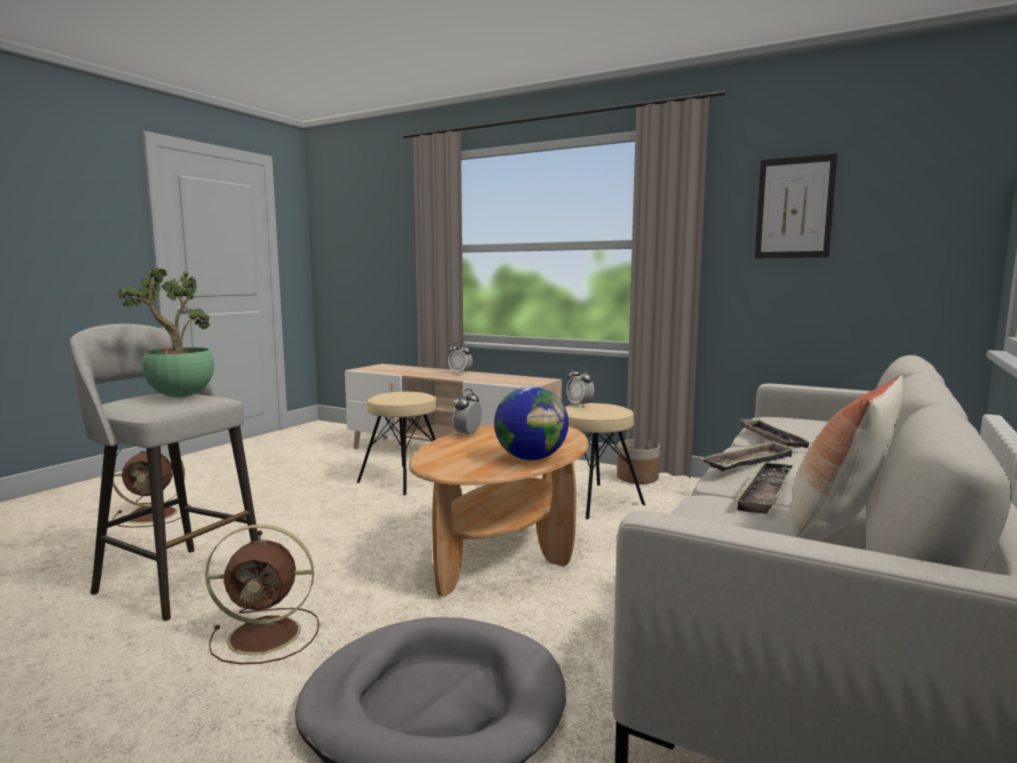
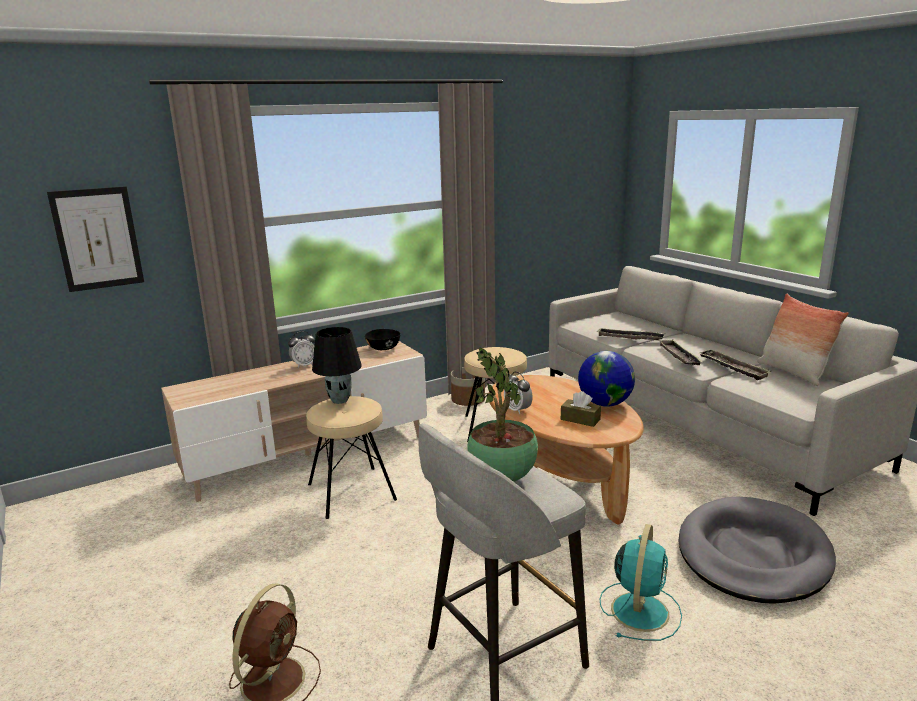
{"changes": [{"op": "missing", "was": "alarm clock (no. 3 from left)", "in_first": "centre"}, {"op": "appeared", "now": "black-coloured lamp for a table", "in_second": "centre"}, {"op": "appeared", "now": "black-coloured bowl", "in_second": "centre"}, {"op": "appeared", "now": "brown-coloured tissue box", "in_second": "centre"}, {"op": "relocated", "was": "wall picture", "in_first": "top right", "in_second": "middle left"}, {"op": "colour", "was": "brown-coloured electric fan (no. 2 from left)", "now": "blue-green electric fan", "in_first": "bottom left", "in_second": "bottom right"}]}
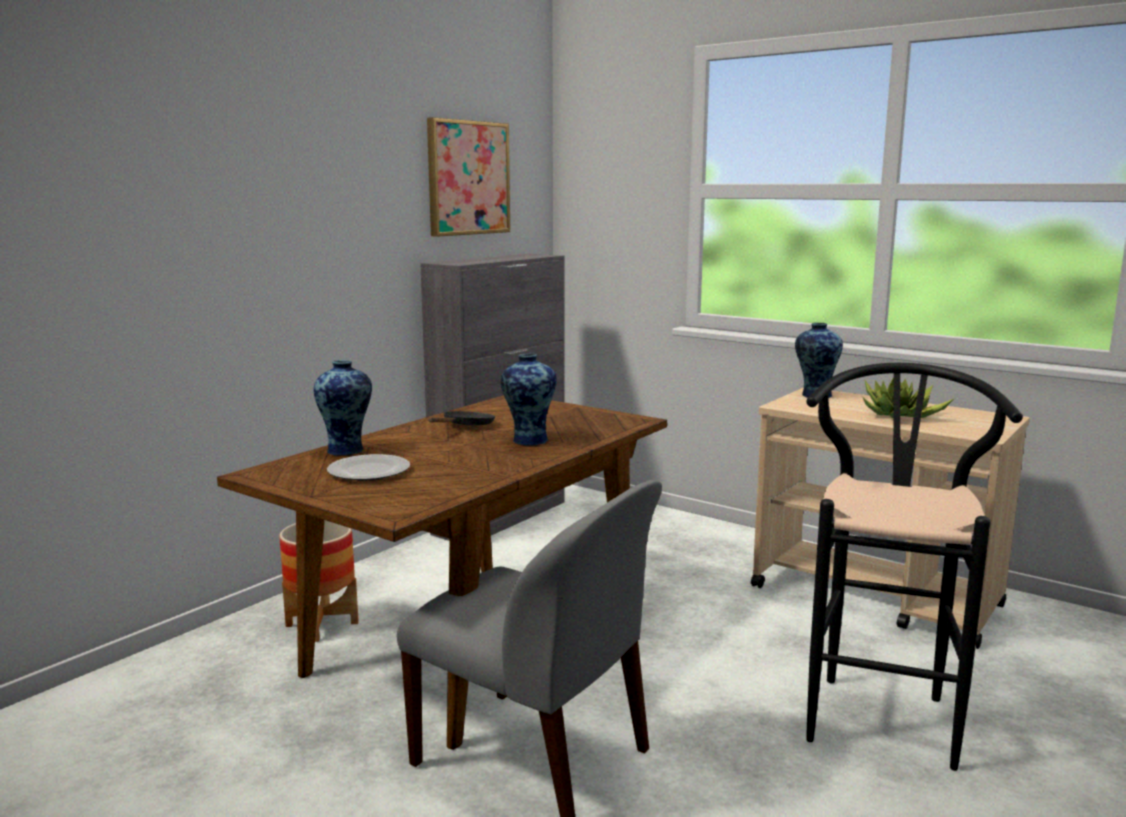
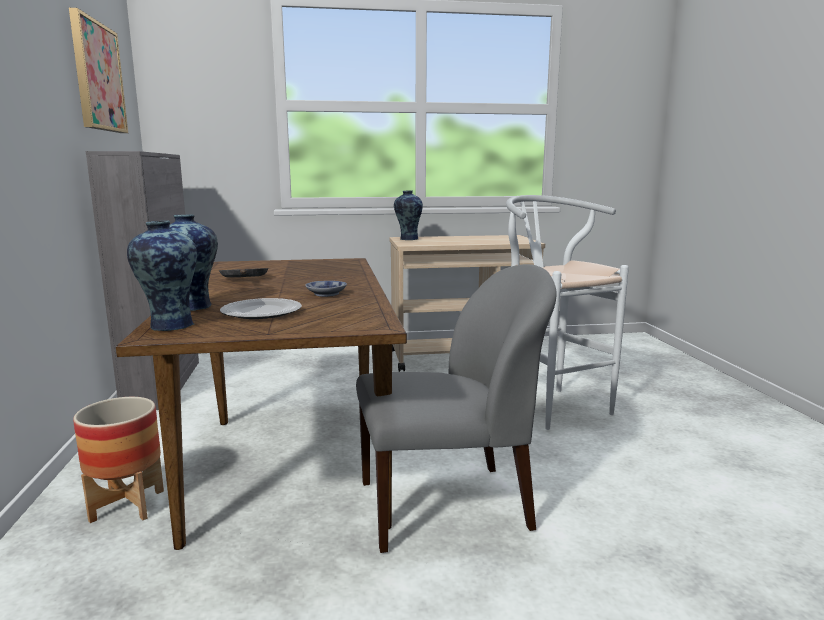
{"changes": [{"op": "missing", "was": "houseplant", "in_first": "middle right"}, {"op": "appeared", "now": "bowl", "in_second": "centre"}, {"op": "relocated", "was": "flower vase (no. 2 from left in the first image)", "now": "flower vase (no. 1 from left)", "in_first": "centre", "in_second": "middle left"}, {"op": "colour", "was": "black-coloured stool", "now": "whitish stool", "in_first": "bottom right", "in_second": "middle right"}]}
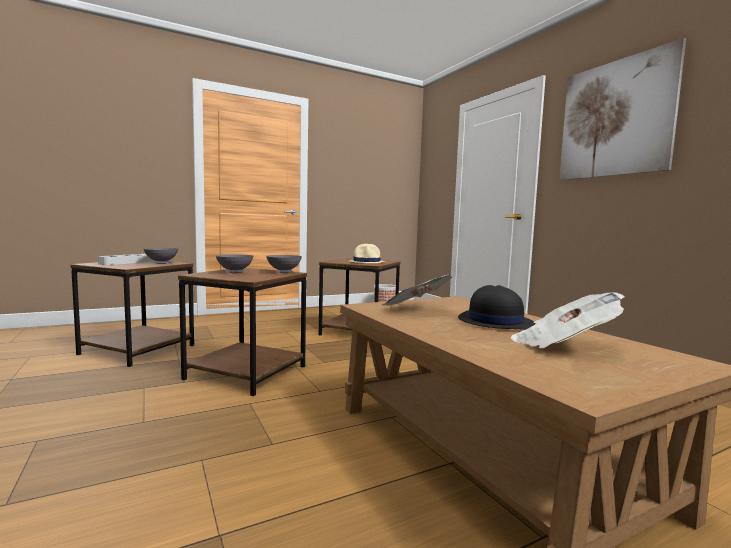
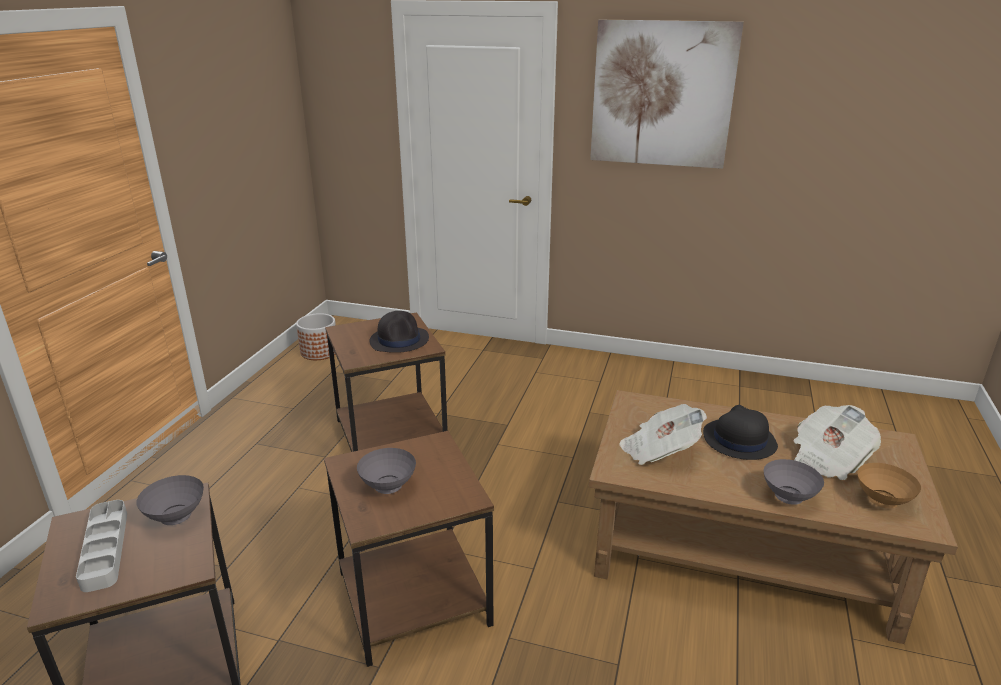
{"changes": [{"op": "appeared", "now": "brown-coloured bowl", "in_second": "bottom right"}, {"op": "relocated", "was": "gray bowl (no. 3 from left)", "in_first": "centre", "in_second": "bottom right"}, {"op": "colour", "was": "beige-coloured clothing hat", "now": "black-coloured clothing hat (no. 1 from left)", "in_first": "centre", "in_second": "centre"}]}
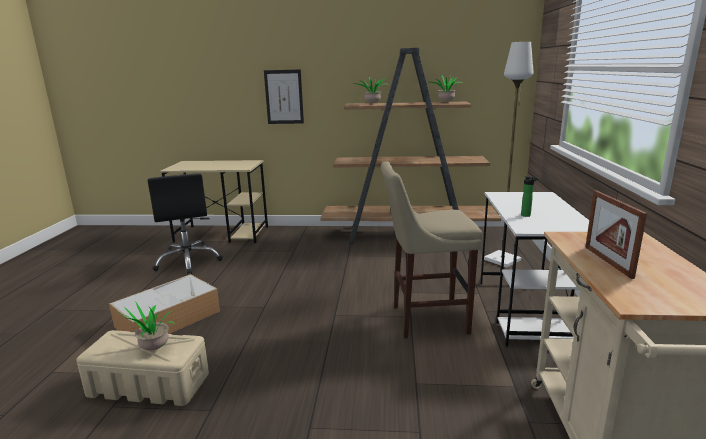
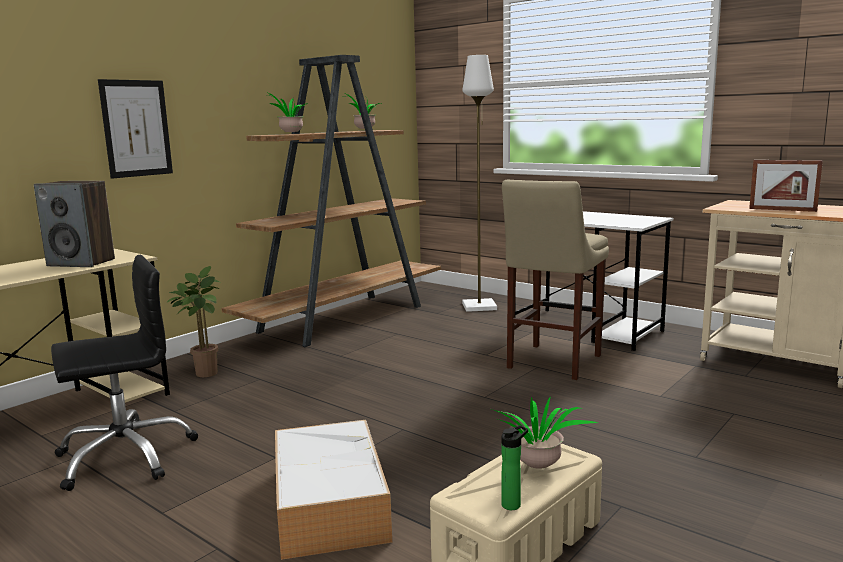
{"changes": [{"op": "appeared", "now": "speaker", "in_second": "middle left"}, {"op": "appeared", "now": "houseplant (no. 1 from left)", "in_second": "middle left"}, {"op": "relocated", "was": "drink bottle", "in_first": "middle right", "in_second": "bottom centre"}, {"op": "spun", "was": "black-coloured office chair", "in_first": "middle left", "in_second": "middle left", "clockwise": -45}]}
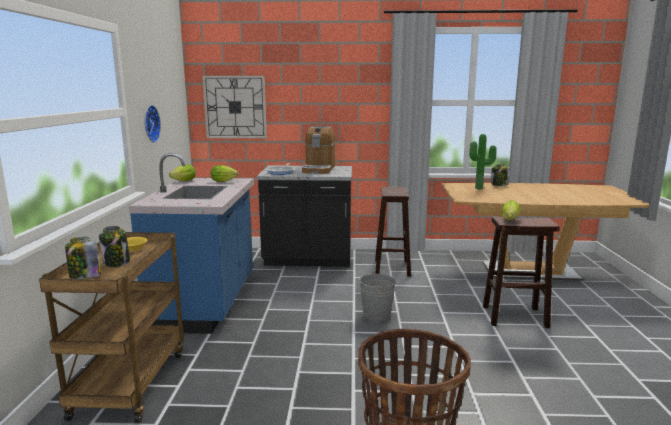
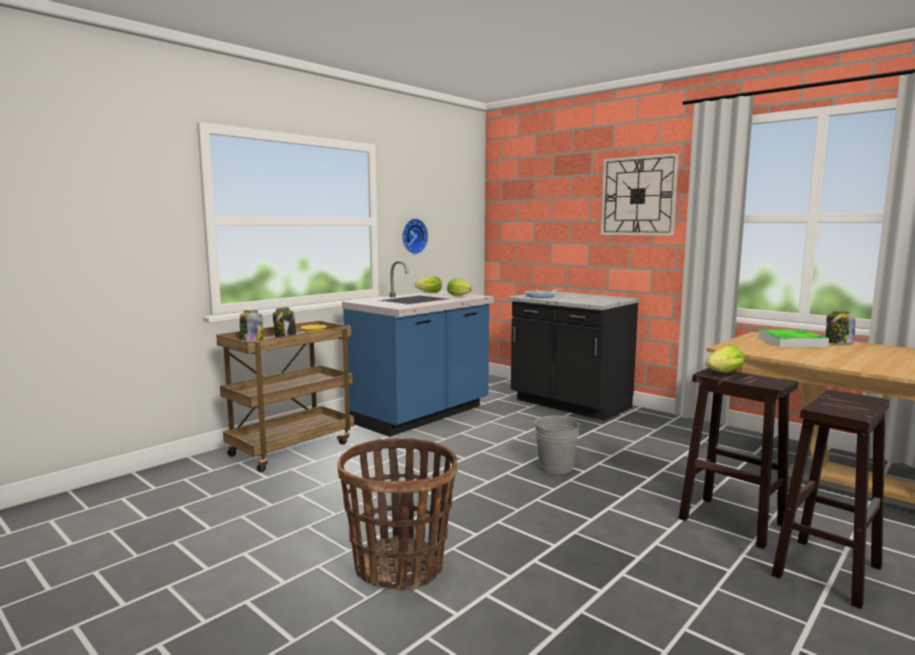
{"changes": [{"op": "missing", "was": "coffee brewer", "in_first": "centre"}, {"op": "relocated", "was": "clock on the wall (no. 2 from left)", "in_first": "top centre", "in_second": "top right"}, {"op": "relocated", "was": "brown-coloured stool (no. 1 from left in the first image)", "now": "brown-coloured stool (no. 2 from left)", "in_first": "centre", "in_second": "bottom right"}, {"op": "exchanged", "was": "houseplant", "now": "tray", "in_first": "middle right", "in_second": "middle right"}]}
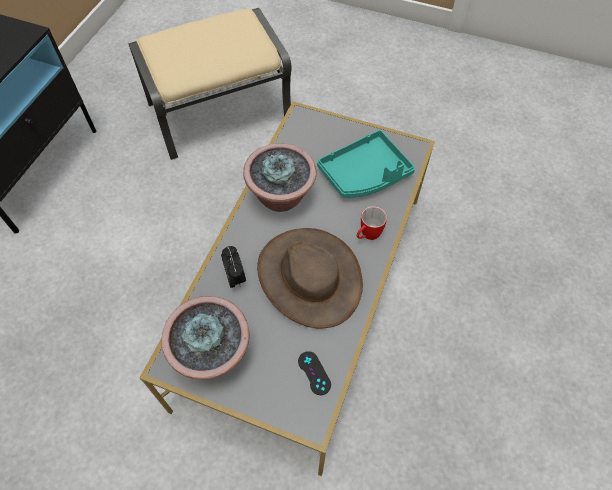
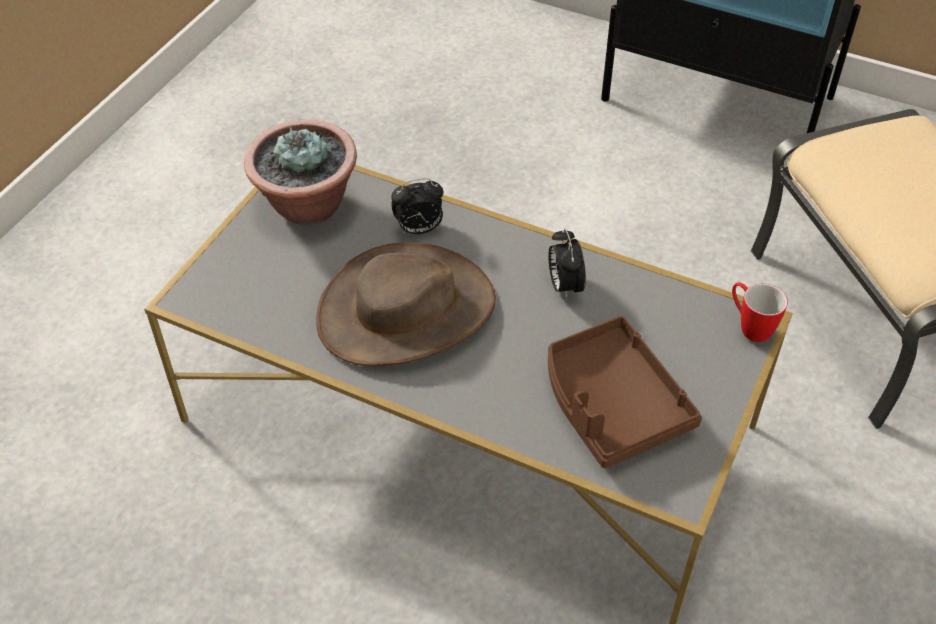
{"changes": [{"op": "missing", "was": "black-coloured joypad", "in_first": "bottom centre"}, {"op": "relocated", "was": "coffee mug", "in_first": "centre", "in_second": "middle right"}, {"op": "exchanged", "was": "houseplant (no. 2 from left)", "now": "alarm clock (no. 2 from left)", "in_first": "centre", "in_second": "centre"}, {"op": "colour", "was": "blue-green tray", "now": "brown-coloured tray", "in_first": "centre", "in_second": "middle right"}]}
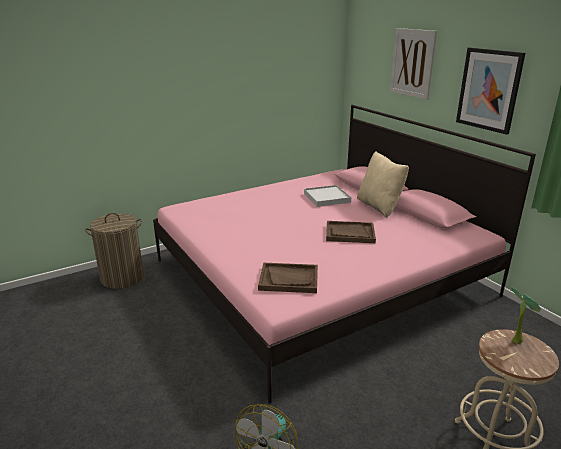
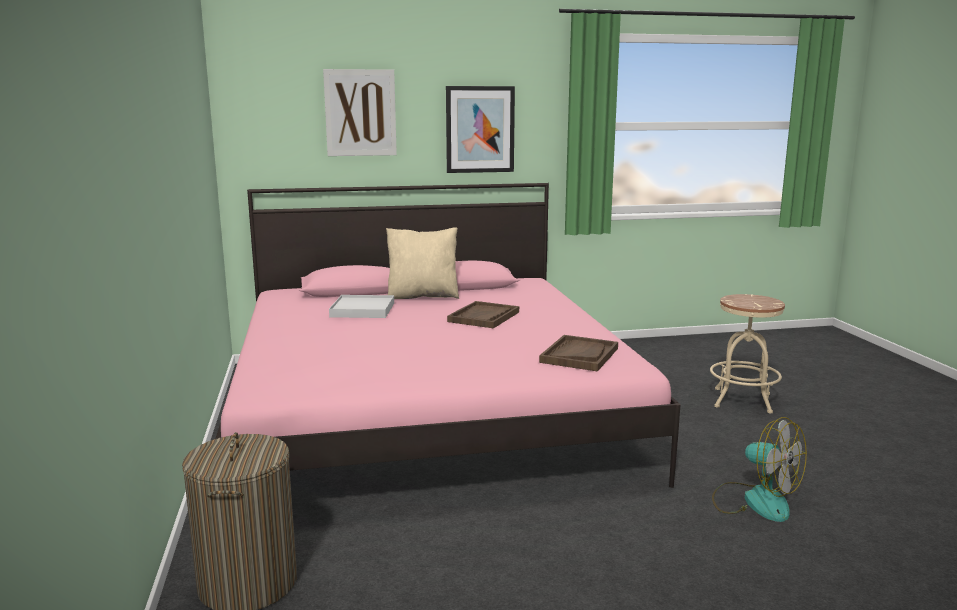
{"changes": [{"op": "missing", "was": "houseplant", "in_first": "bottom right"}]}
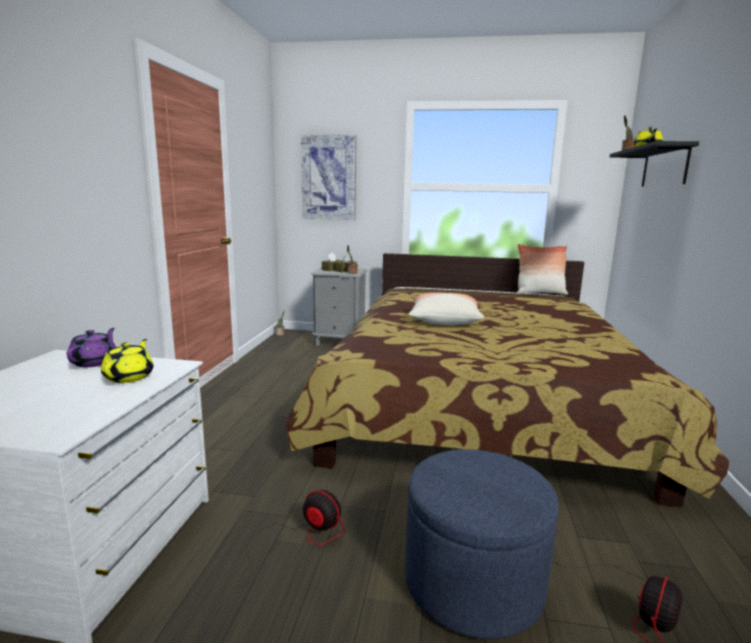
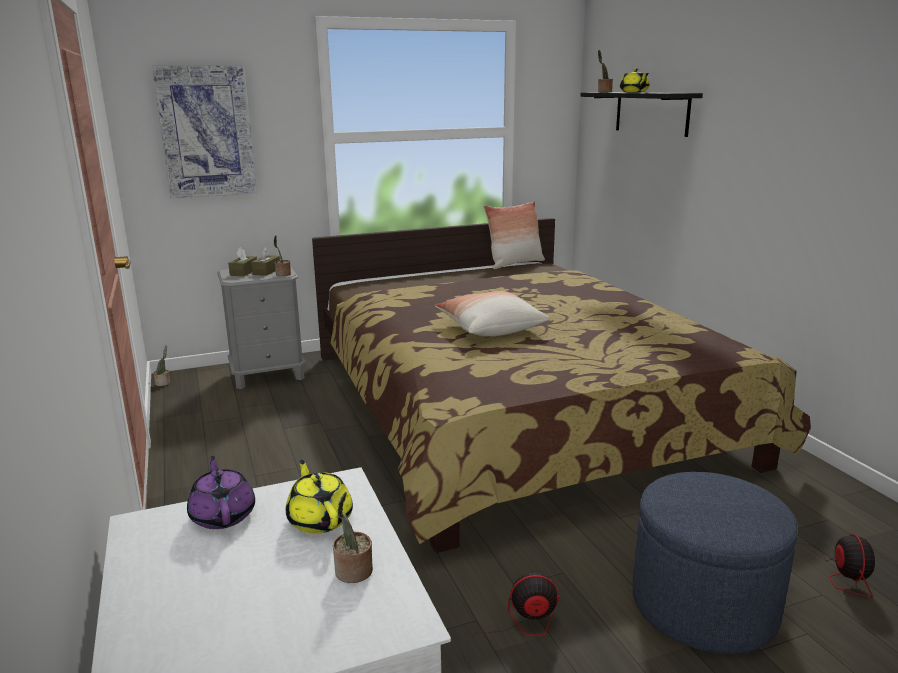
{"changes": [{"op": "appeared", "now": "houseplant (no. 3 from left)", "in_second": "bottom centre"}]}
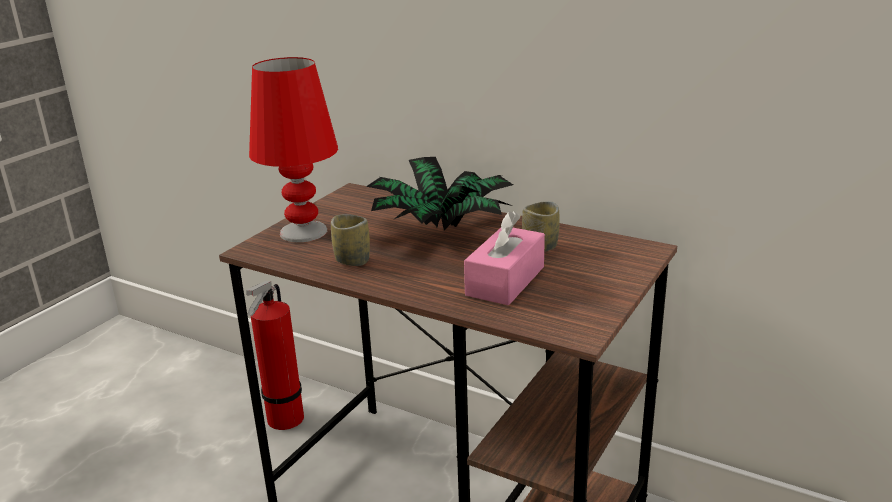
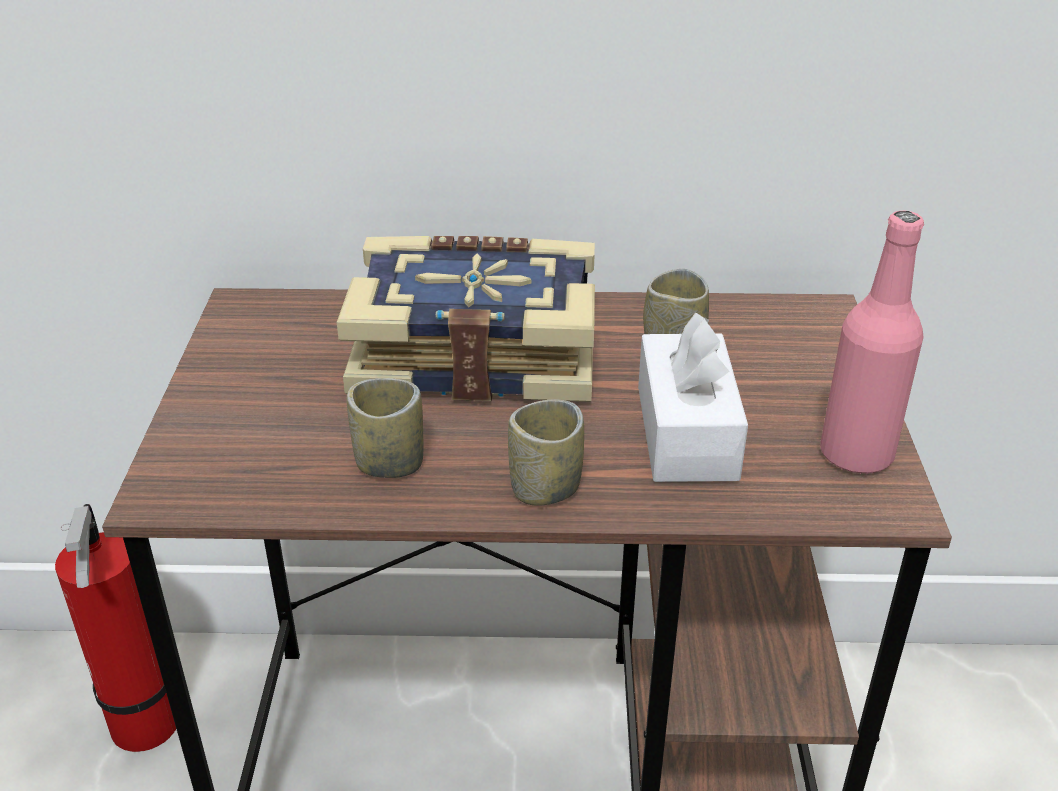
{"changes": [{"op": "missing", "was": "reddish lamp for a table", "in_first": "top left"}, {"op": "appeared", "now": "small cup (no. 2 from left)", "in_second": "centre"}, {"op": "appeared", "now": "pink-coloured drink bottle", "in_second": "middle right"}, {"op": "exchanged", "was": "houseplant", "now": "volume", "in_first": "centre", "in_second": "centre"}, {"op": "colour", "was": "pink-coloured tissue box", "now": "whitish tissue box", "in_first": "centre", "in_second": "centre"}]}
